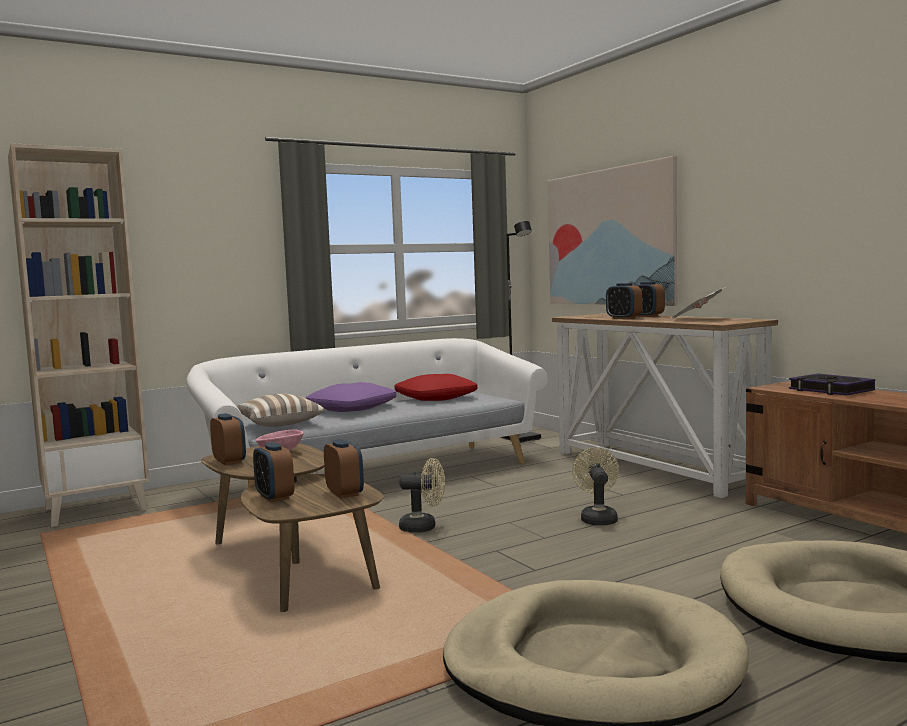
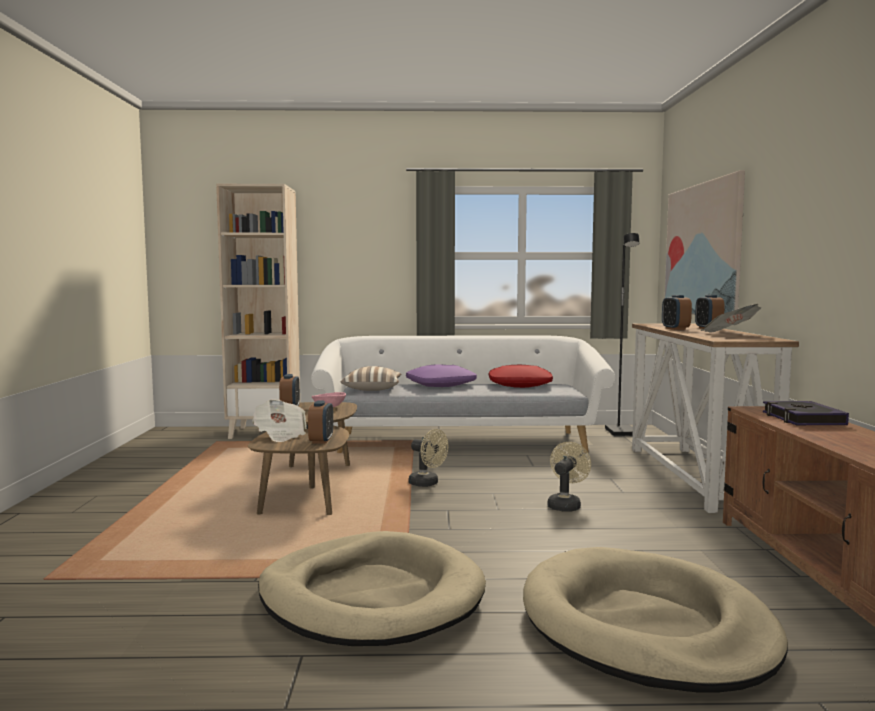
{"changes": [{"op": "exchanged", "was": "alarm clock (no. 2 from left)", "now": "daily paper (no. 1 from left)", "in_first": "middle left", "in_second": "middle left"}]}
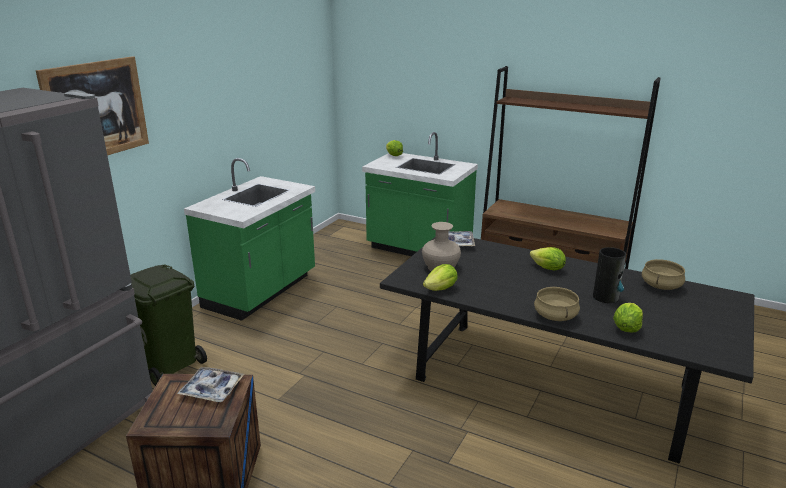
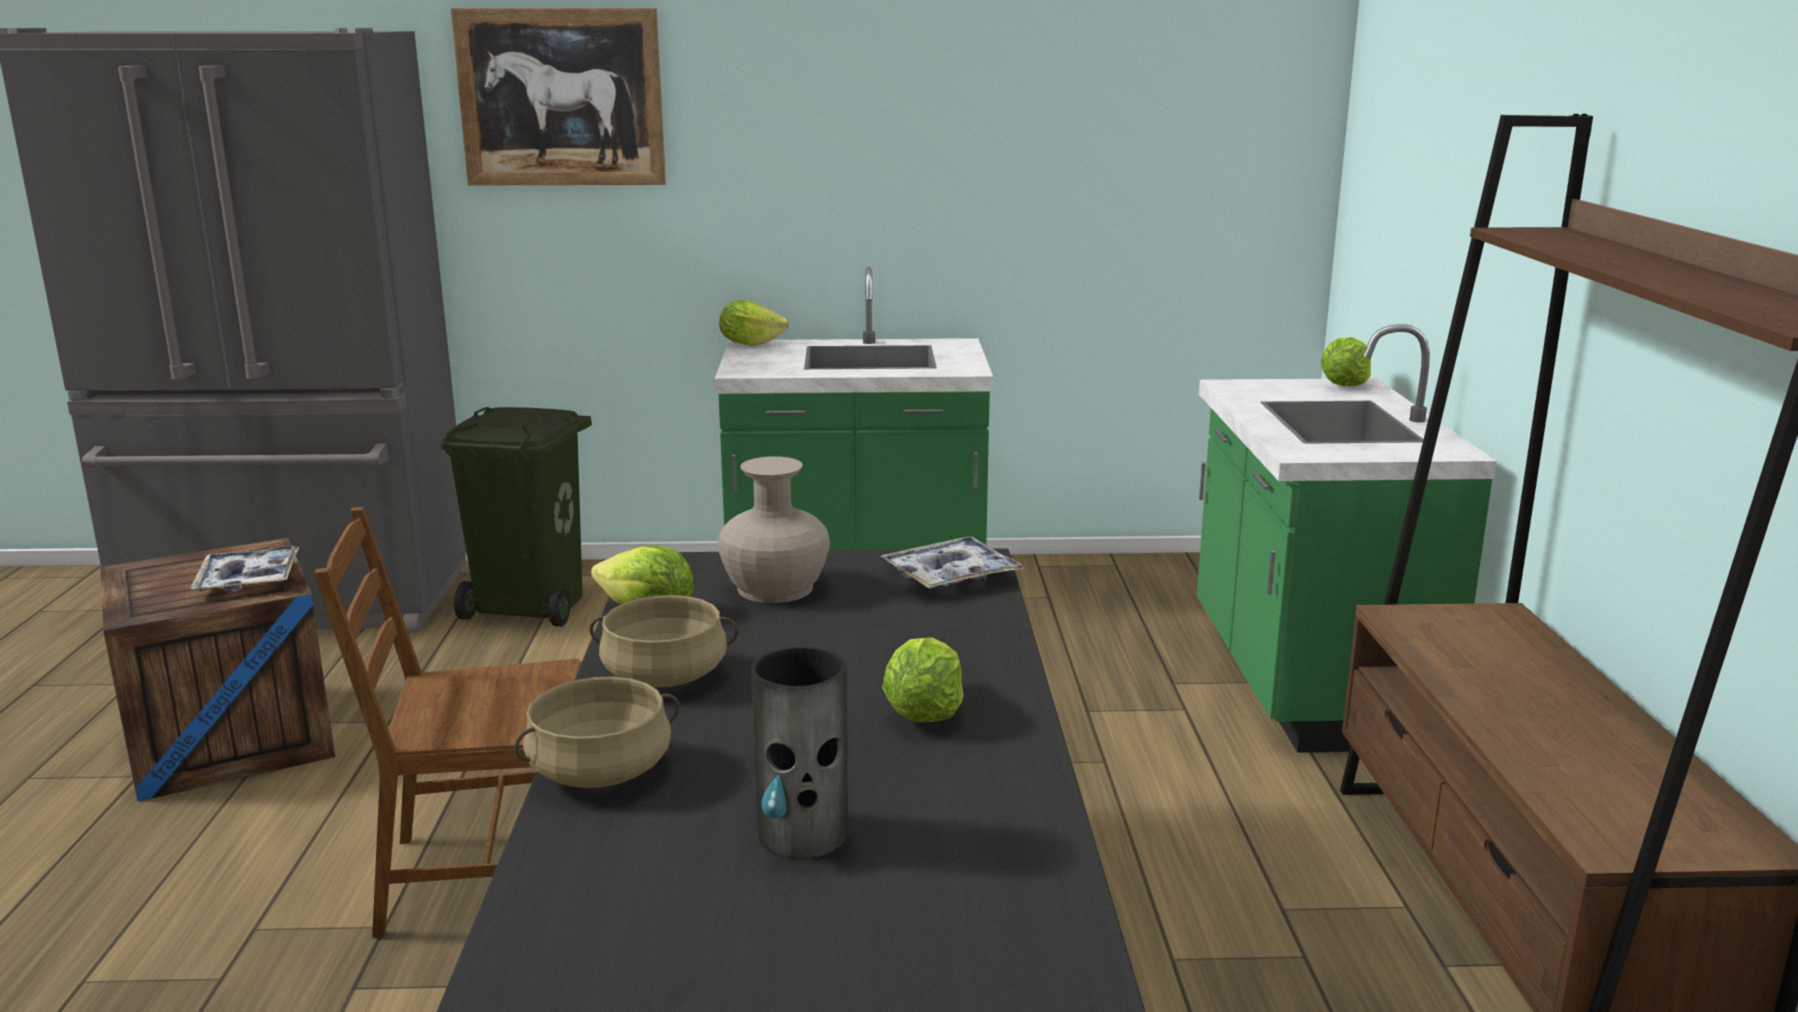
{"changes": [{"op": "appeared", "now": "brown-coloured plain chair", "in_second": "bottom left"}, {"op": "relocated", "was": "head of lettuce (no. 4 from left in the first image)", "now": "head of lettuce (no. 2 from left)", "in_first": "middle right", "in_second": "top centre"}, {"op": "relocated", "was": "beige-coloured saucepot (no. 2 from left)", "in_first": "middle right", "in_second": "centre"}]}
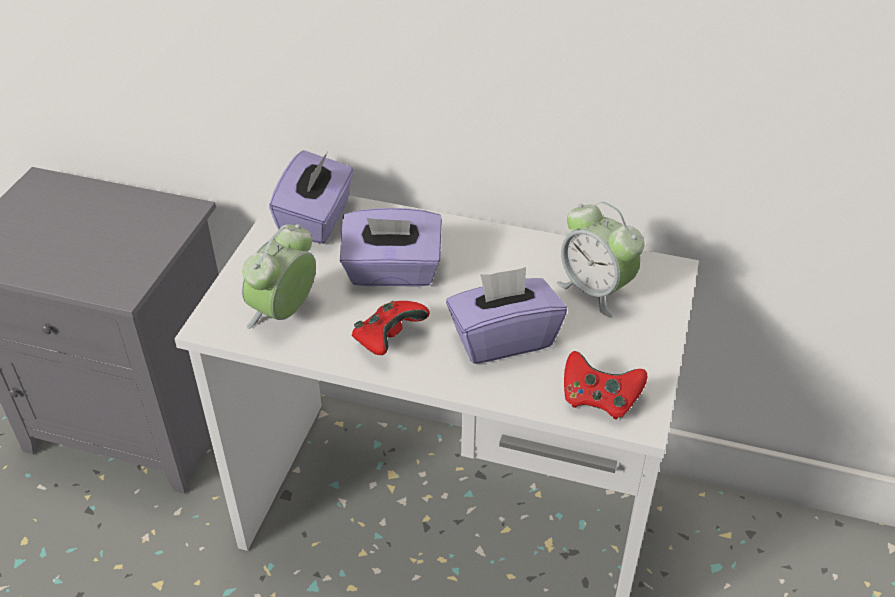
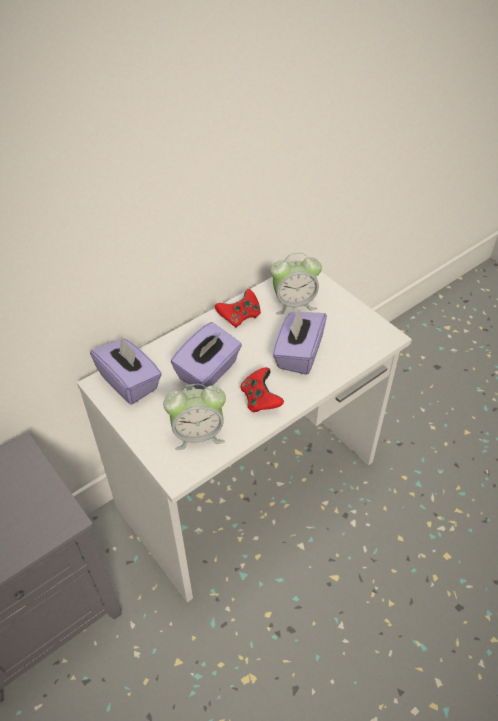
{"changes": [{"op": "relocated", "was": "reddish joypad (no. 2 from left in the first image)", "now": "reddish joypad (no. 1 from left)", "in_first": "middle right", "in_second": "centre"}, {"op": "spun", "was": "alarm clock (no. 1 from left)", "in_first": "middle left", "in_second": "centre", "clockwise": -75}]}
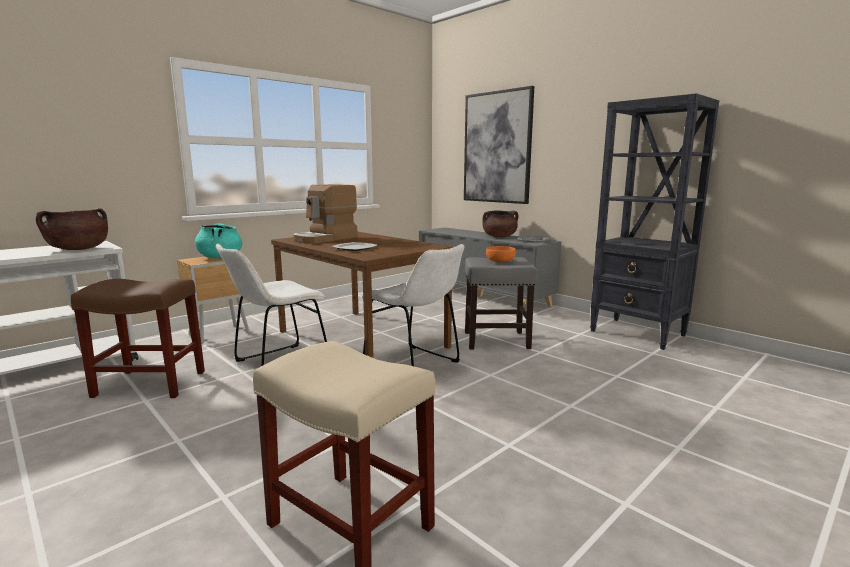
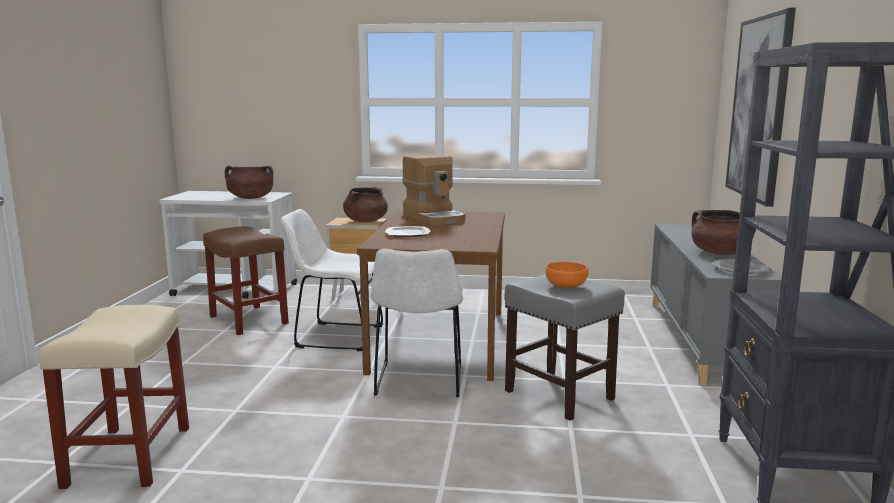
{"changes": [{"op": "colour", "was": "blue-green saucepot", "now": "brown-coloured saucepot (no. 2 from left)", "in_first": "middle left", "in_second": "centre"}, {"op": "spun", "was": "coffee brewer", "in_first": "centre", "in_second": "centre", "clockwise": -120}]}
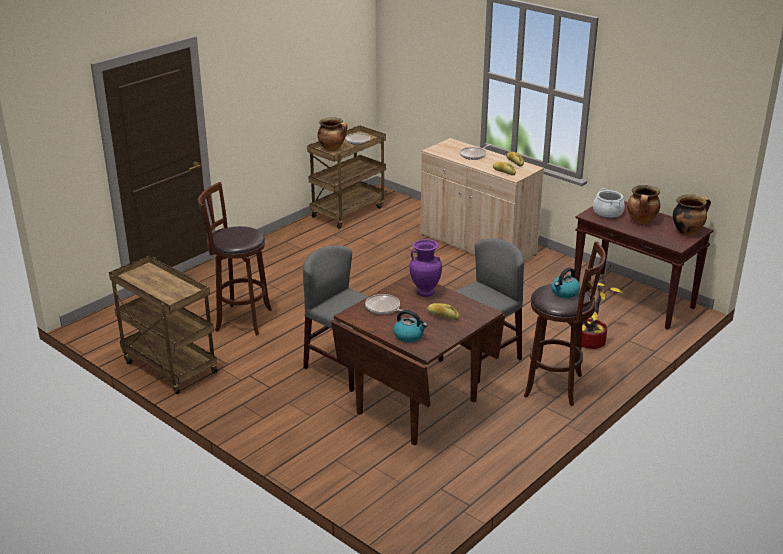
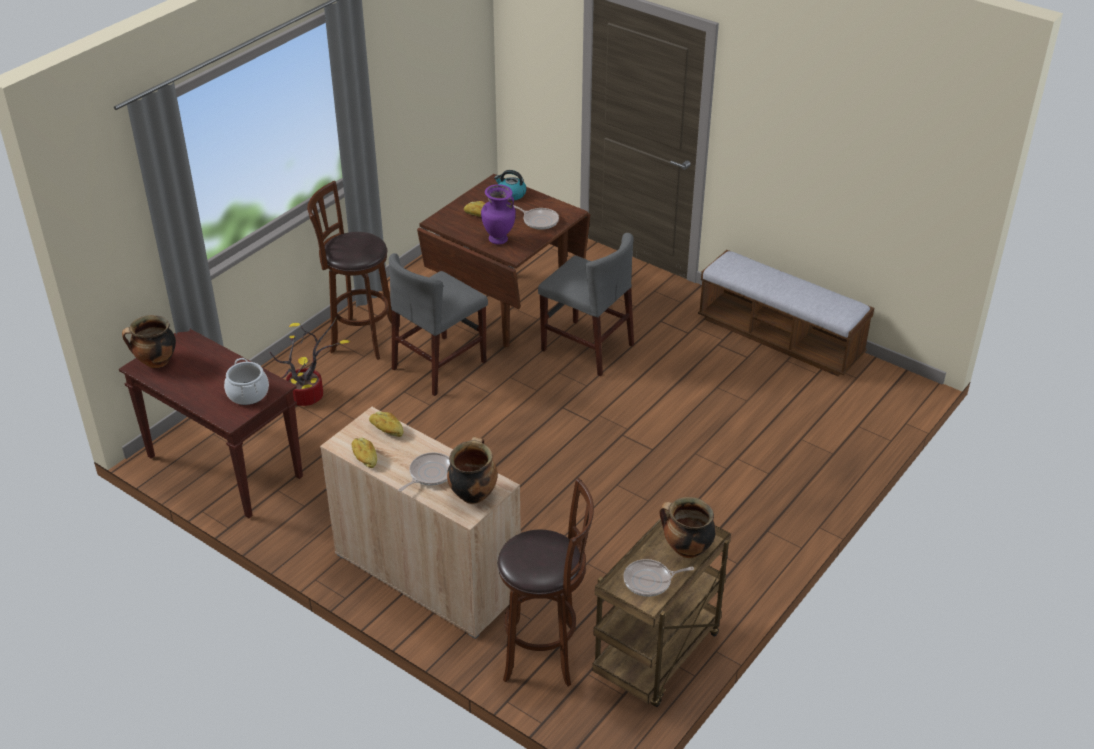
{"changes": [{"op": "missing", "was": "water kettle (no. 2 from left)", "in_first": "middle right"}, {"op": "relocated", "was": "brown-coloured stool (no. 1 from left in the first image)", "now": "brown-coloured stool (no. 2 from left)", "in_first": "middle left", "in_second": "bottom centre"}, {"op": "relocated", "was": "saucepot (no. 3 from left)", "in_first": "middle right", "in_second": "centre"}, {"op": "exchanged", "was": "brown-coloured wheeled cart (no. 1 from left)", "now": "bench", "in_first": "middle left", "in_second": "middle right"}]}
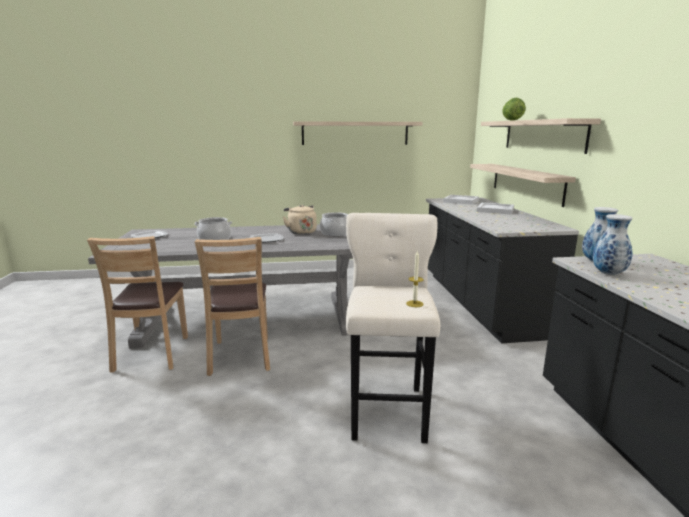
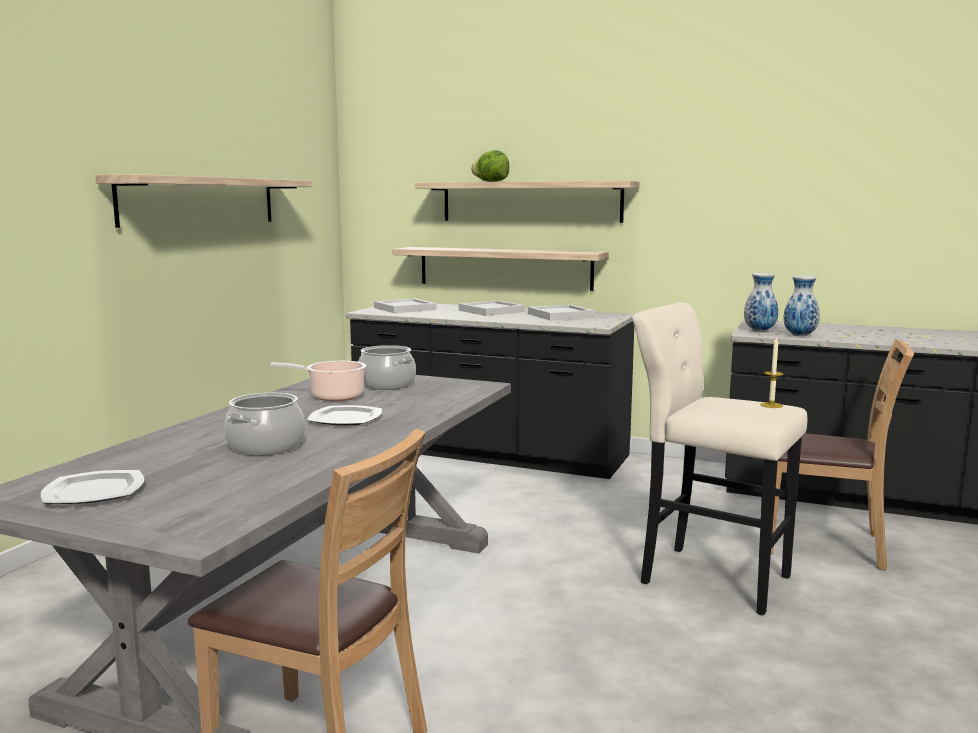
{"changes": [{"op": "appeared", "now": "whitish tray (no. 3 from left)", "in_second": "centre"}, {"op": "relocated", "was": "brown-coloured plain chair (no. 2 from left)", "in_first": "centre", "in_second": "middle right"}, {"op": "exchanged", "was": "beige-coloured water kettle", "now": "saucepot (no. 2 from left)", "in_first": "centre", "in_second": "middle left"}]}
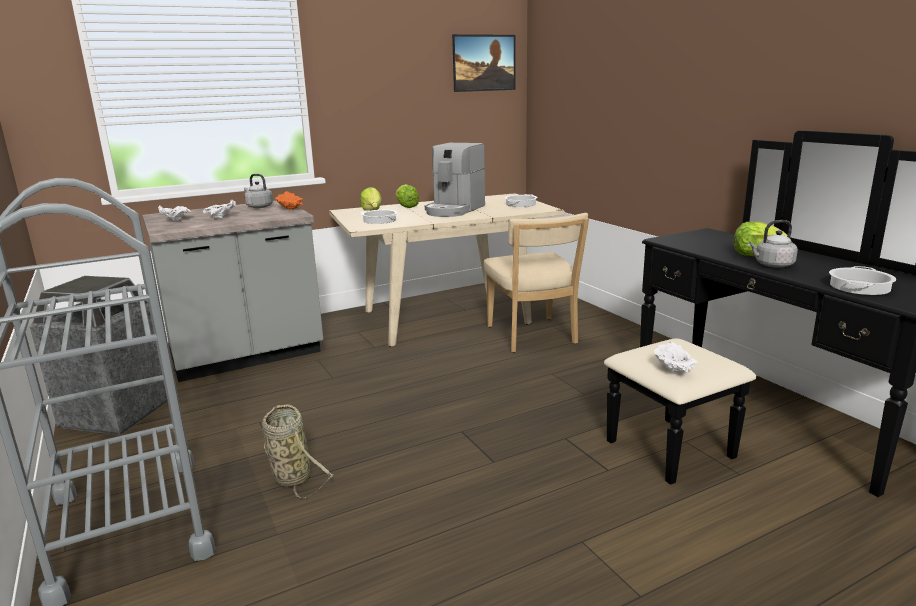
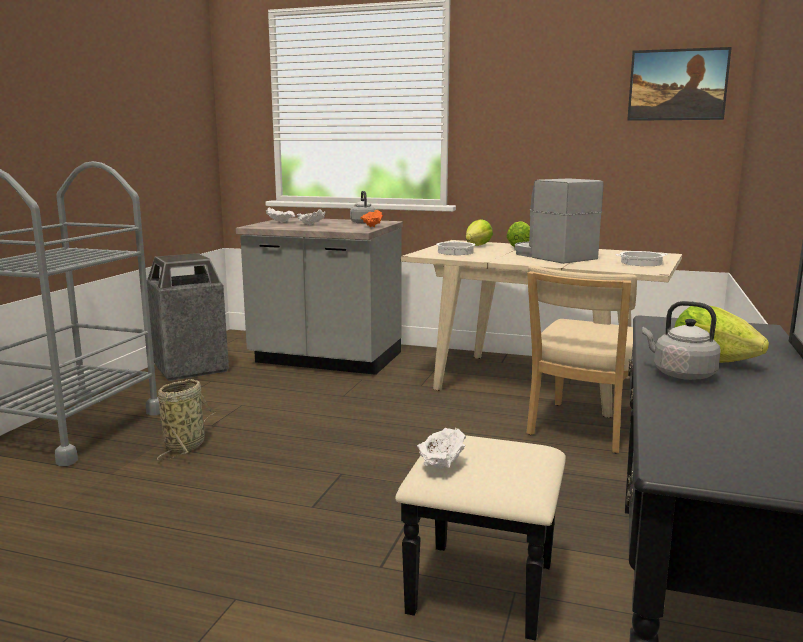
{"changes": [{"op": "missing", "was": "saucepot (no. 3 from left)", "in_first": "middle right"}, {"op": "spun", "was": "coffee brewer", "in_first": "top centre", "in_second": "middle right", "clockwise": 75}]}
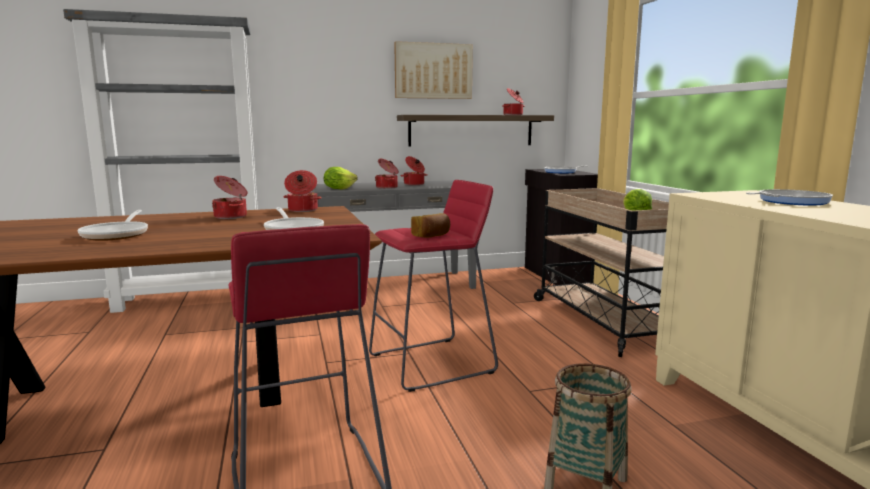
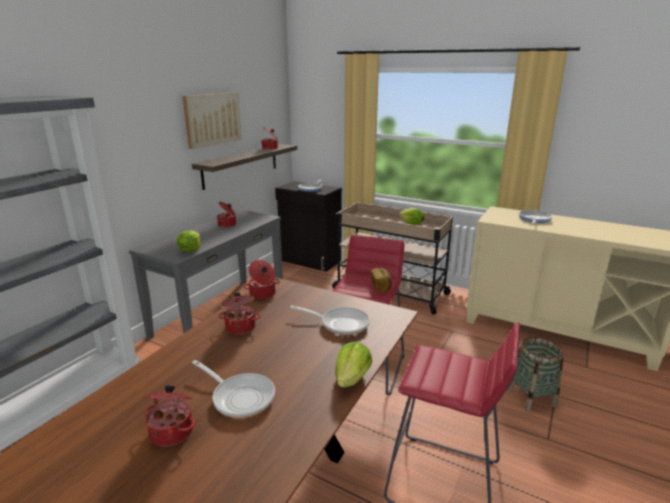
{"changes": [{"op": "appeared", "now": "head of lettuce (no. 2 from left)", "in_second": "bottom centre"}, {"op": "relocated", "was": "saucepot (no. 3 from left in the first image)", "now": "saucepot (no. 1 from left)", "in_first": "centre", "in_second": "bottom left"}]}
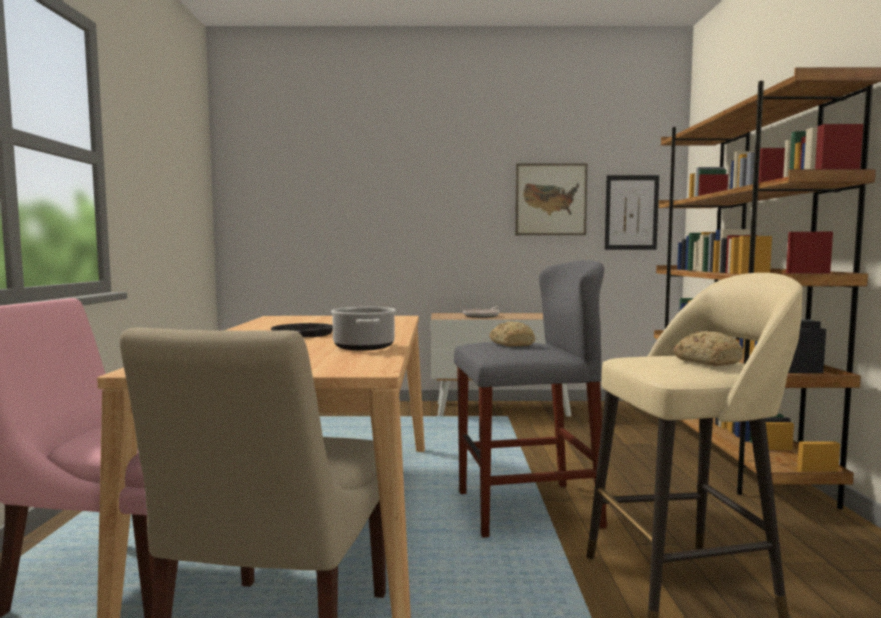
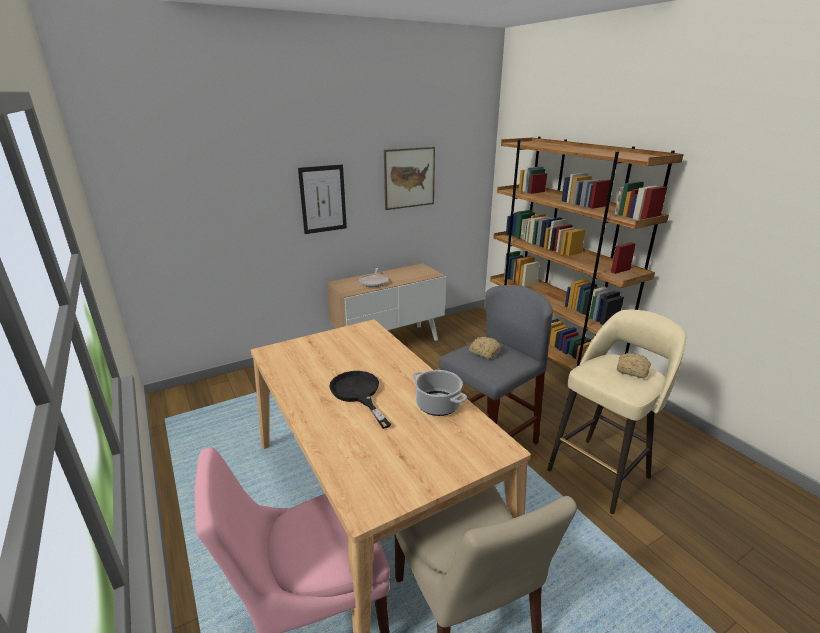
{"changes": [{"op": "relocated", "was": "wall picture (no. 2 from left in the first image)", "now": "wall picture (no. 1 from left)", "in_first": "middle right", "in_second": "top centre"}]}
